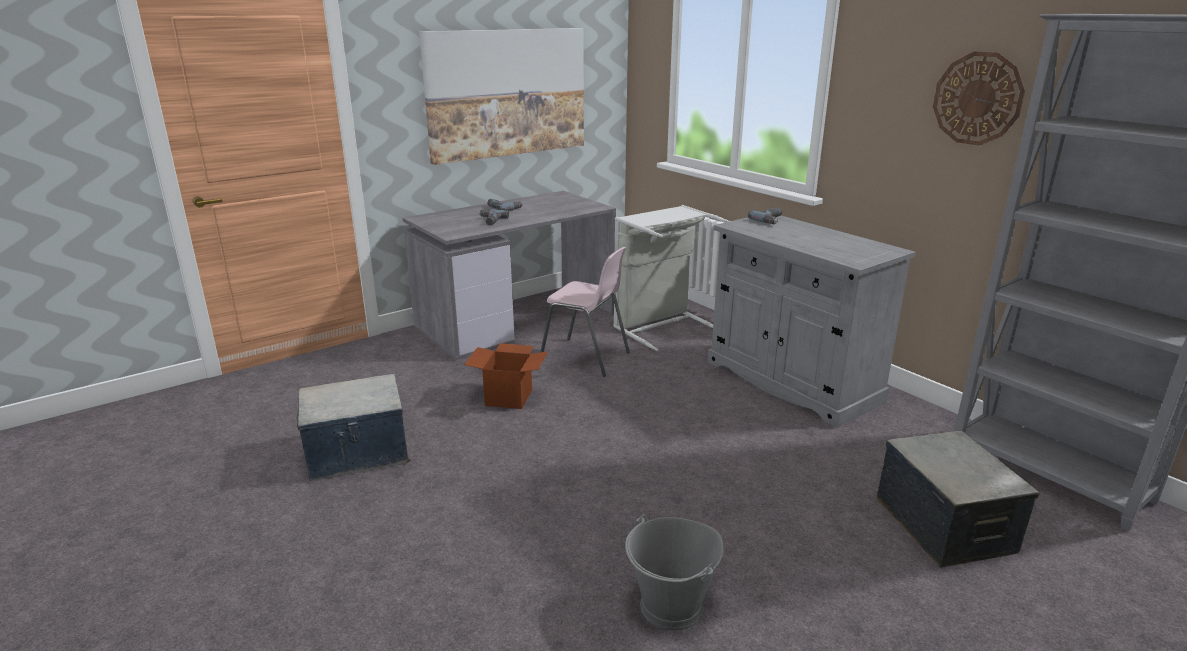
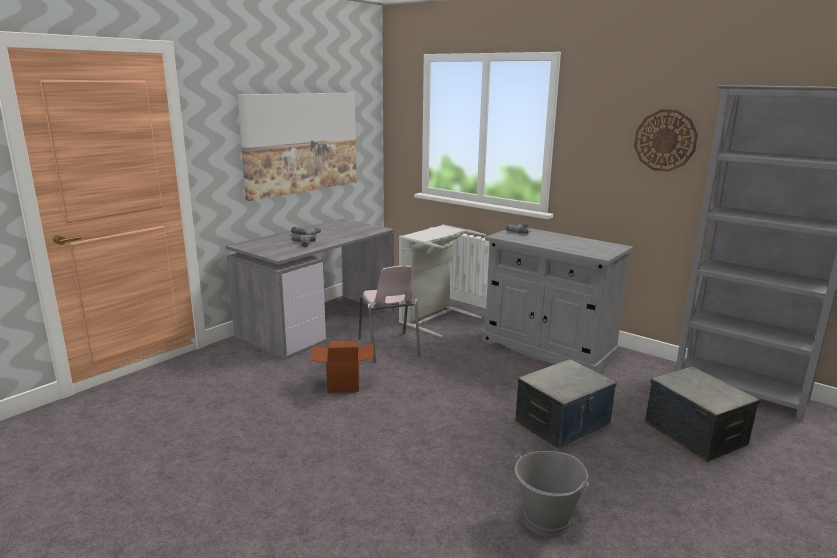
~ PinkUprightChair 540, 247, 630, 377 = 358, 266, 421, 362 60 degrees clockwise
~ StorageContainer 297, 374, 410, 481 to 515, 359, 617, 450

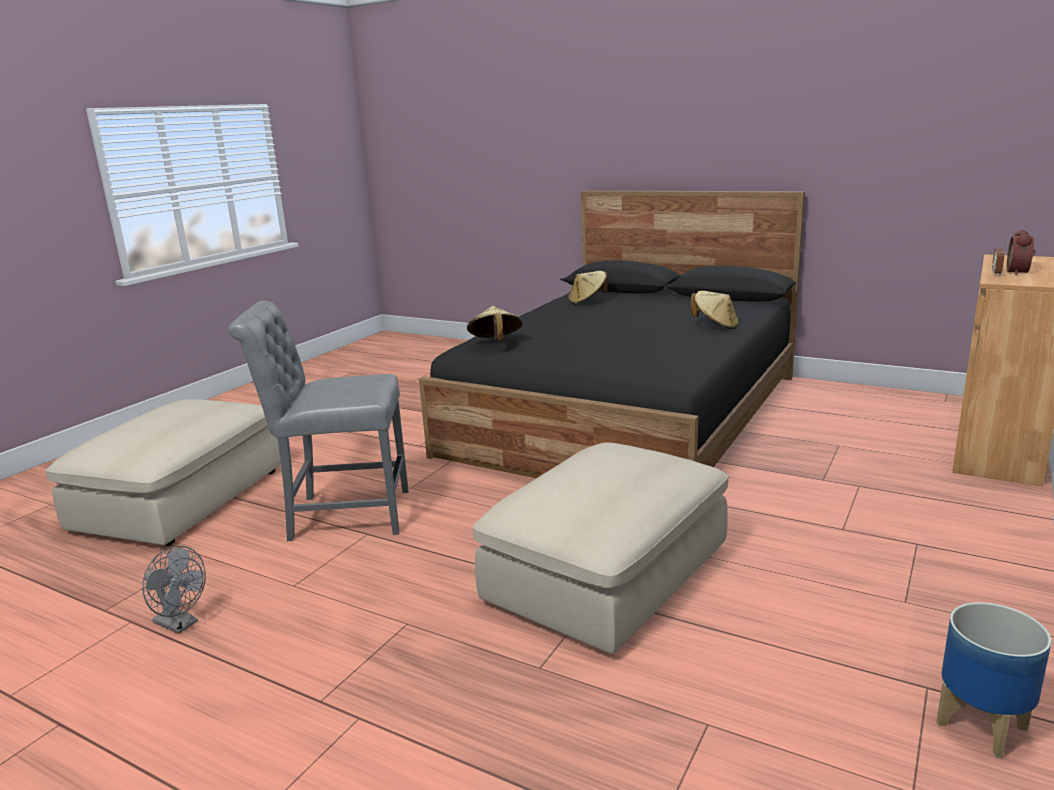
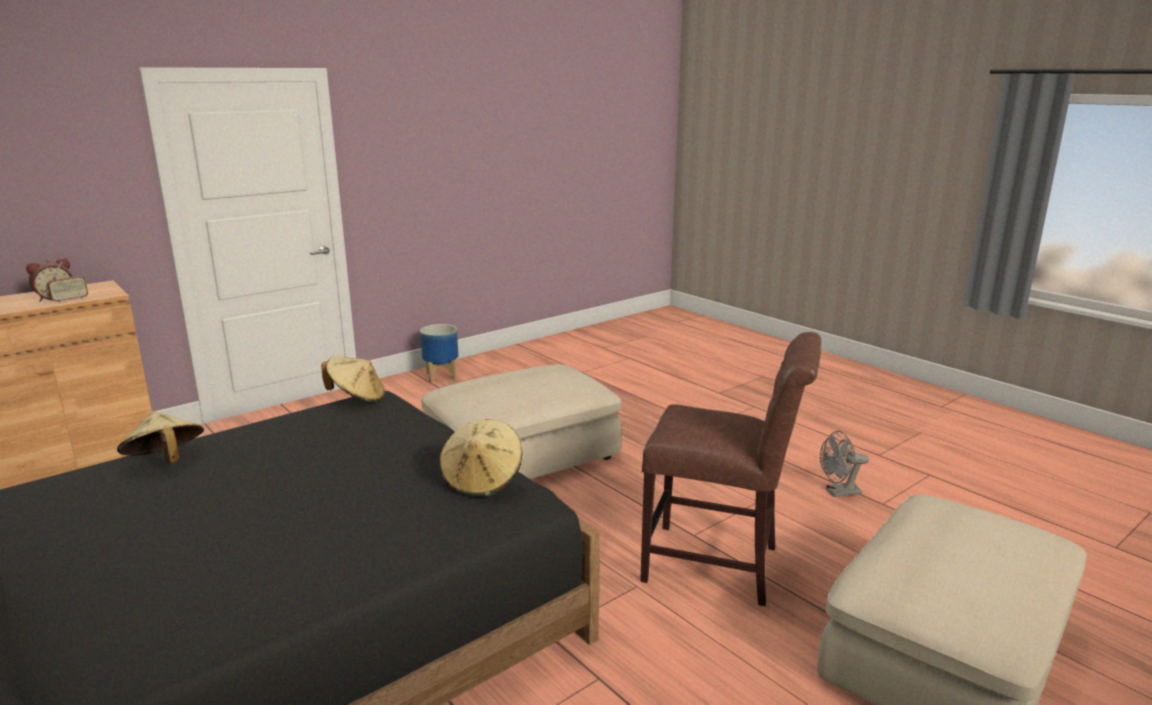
~ BeigeColouredClothingHat 568, 271, 608, 305 to 321, 356, 385, 402
~ GreyUprightChair 228, 301, 409, 541 to BrownUprightChair 640, 332, 821, 606
~ GreyElectricFan 143, 546, 206, 634 = 820, 431, 869, 497 60 degrees counterclockwise

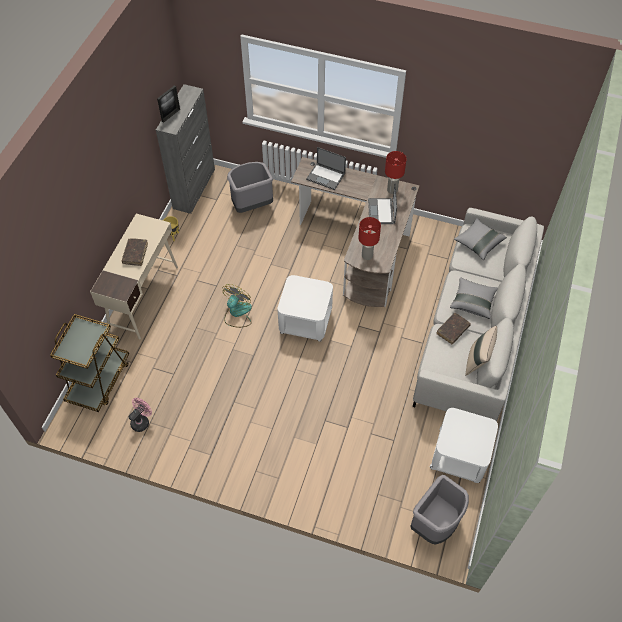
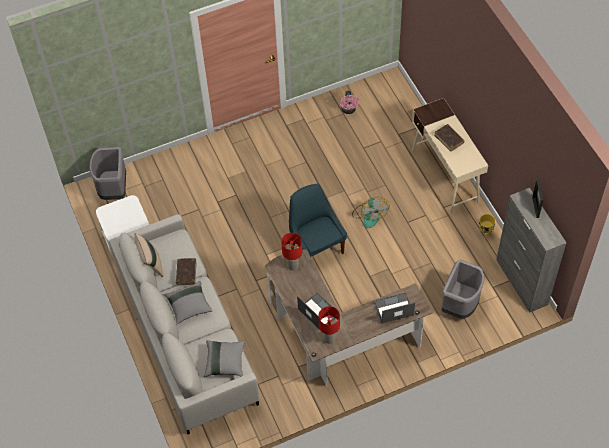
~ WhiteColouredAccentTable 277, 275, 333, 341 to BlueColouredUprightChair 289, 184, 347, 257
- BrownWheeledCart 50, 314, 129, 412

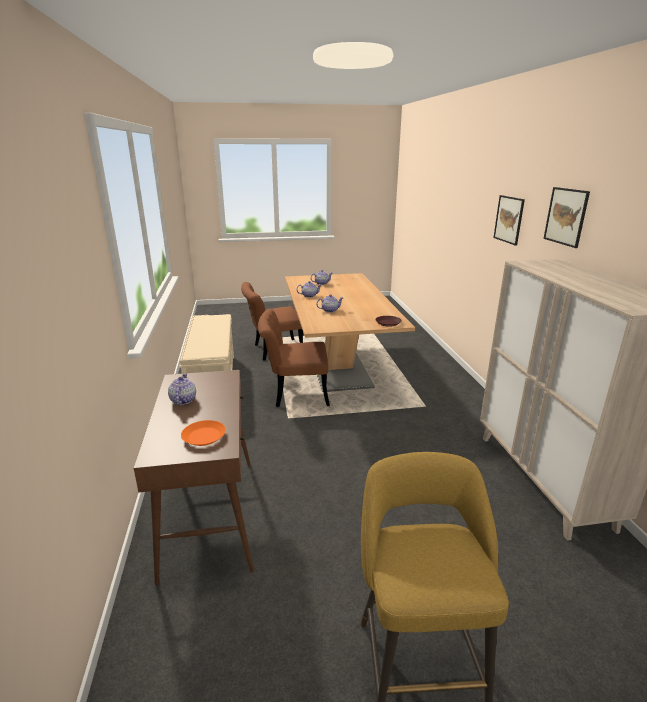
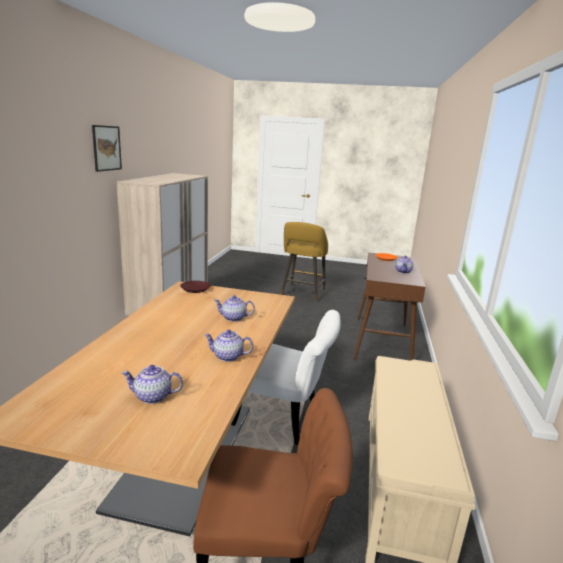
- WallPicture 493, 195, 525, 246
~ BrownUprightChair 258, 309, 330, 407 to WhiteColouredUprightChair 231, 310, 341, 445

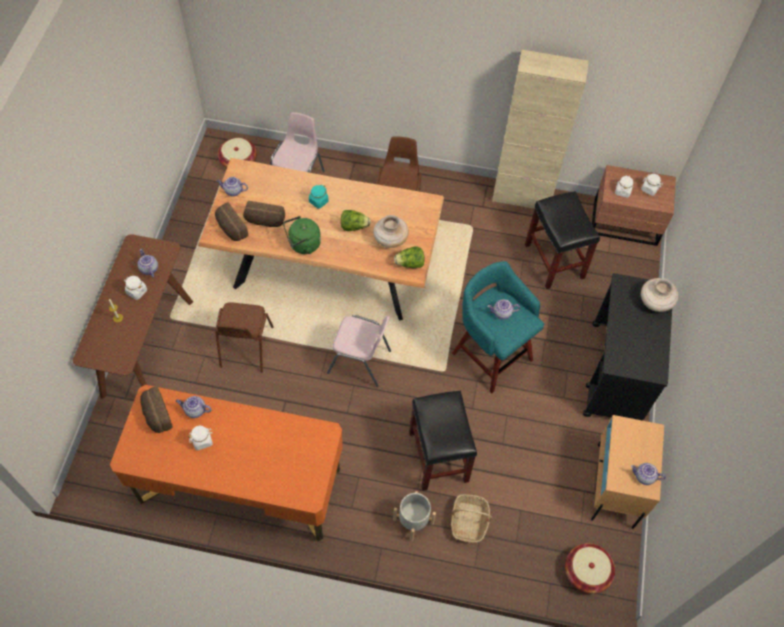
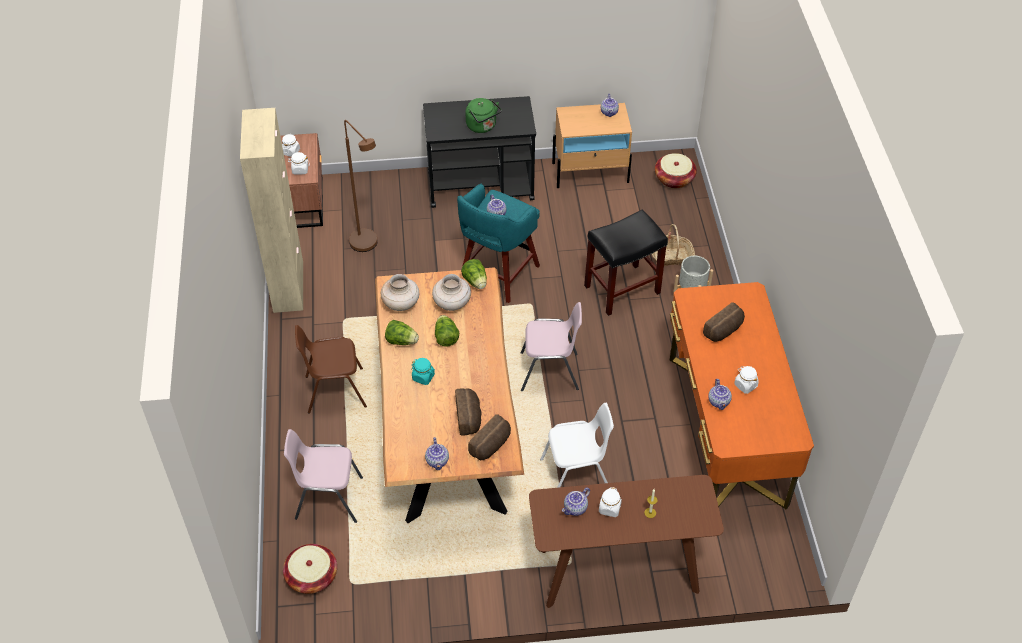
~ BlackColouredStool 525, 191, 600, 289 to BrownStandardLamp 344, 120, 378, 252
~ GreenColouredKettle 283, 216, 321, 254 to 465, 98, 502, 133
~ BeigeColouredFlowerVase 641, 278, 678, 312 to 381, 274, 419, 311
~ BrownUprightChair 215, 302, 274, 372 to WhiteColouredUprightChair 540, 403, 614, 488
~ PinkUprightChair 327, 315, 391, 387 = 521, 302, 582, 391 90 degrees clockwise
~ Bread 140, 386, 173, 433 to 703, 302, 745, 342
+ Lettuce 385, 320, 419, 345

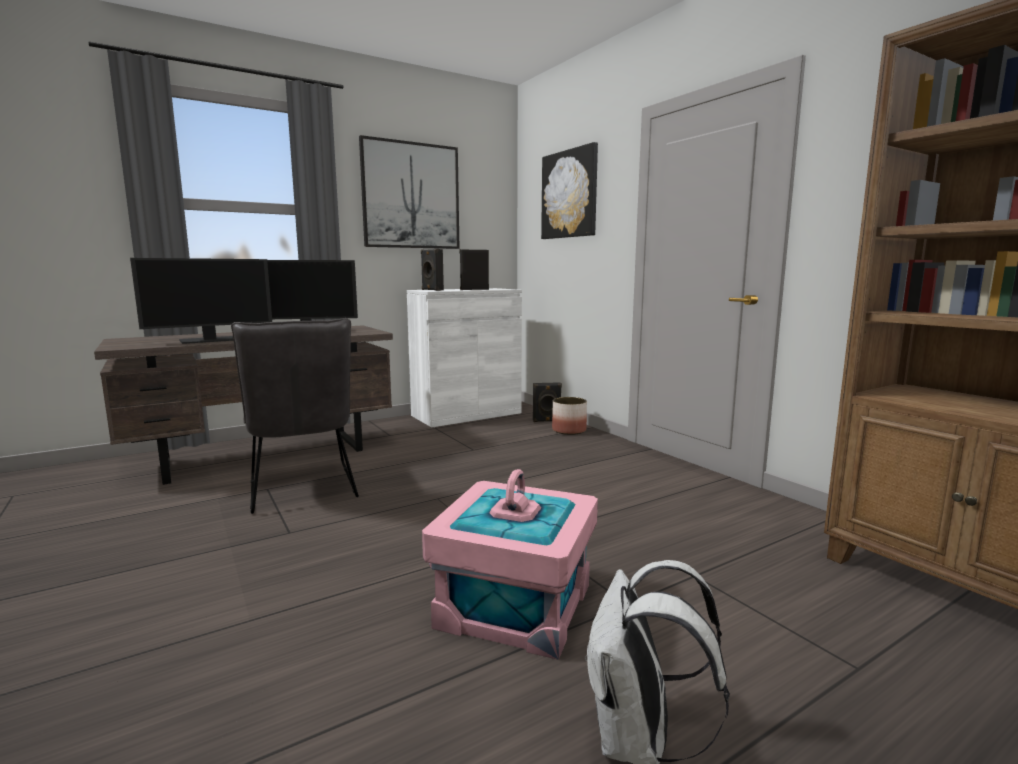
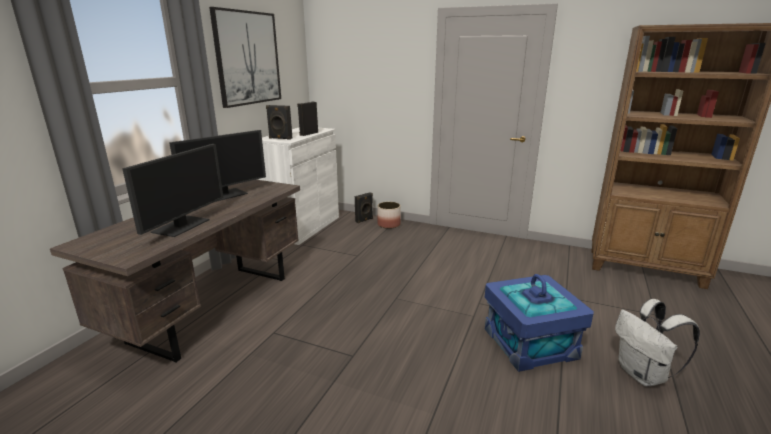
- WallPicture 541, 142, 598, 239
- GreyUprightChair 231, 318, 359, 514
~ PinkStorageContainer 422, 469, 598, 660 to BlueColouredStorageContainer 485, 274, 594, 372

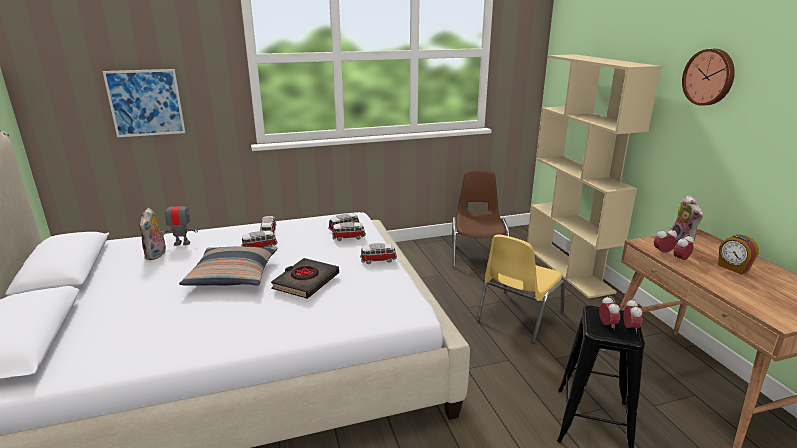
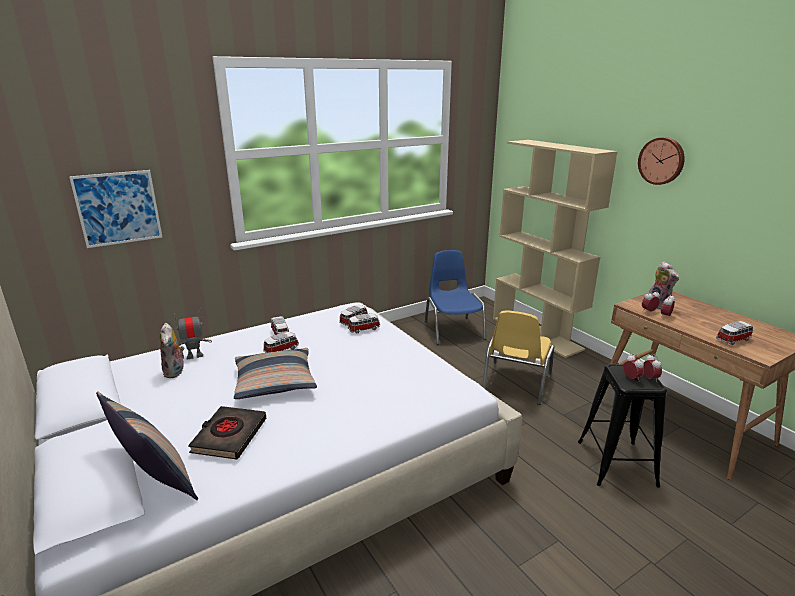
~ BrownUprightChair 452, 170, 510, 267 to BlueColouredUprightChair 425, 250, 486, 345
- TableClock 718, 234, 759, 274
~ ModelCar 360, 243, 397, 264 to 716, 321, 753, 345
~ BlackColouredBoundBook 271, 258, 339, 299 to 188, 406, 266, 460
+ Cushion 96, 391, 198, 500

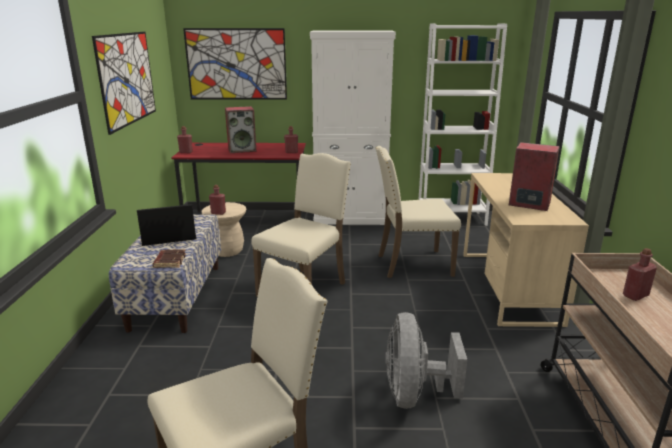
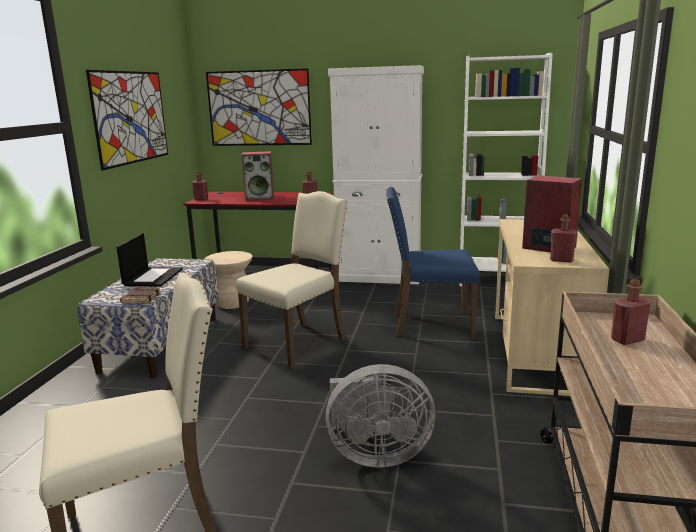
~ BeigeColouredUprightChair 375, 146, 461, 278 to BlueColouredUprightChair 386, 187, 480, 339
~ ReddishDrinkBottle 209, 185, 226, 215 to 550, 215, 577, 263
~ NotebookComputer 137, 204, 196, 246 = 116, 233, 183, 287 105 degrees clockwise
~ GreyElectricFan 385, 312, 467, 409 = 325, 364, 435, 467 105 degrees counterclockwise

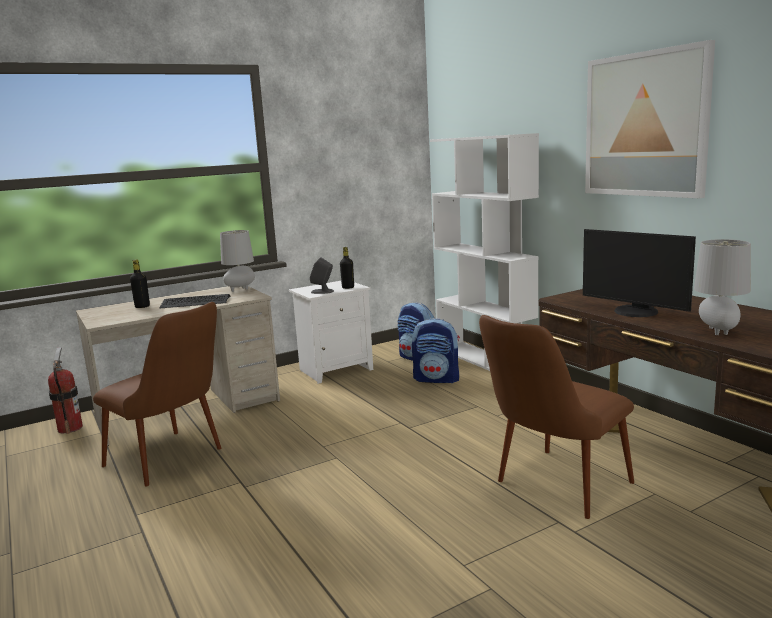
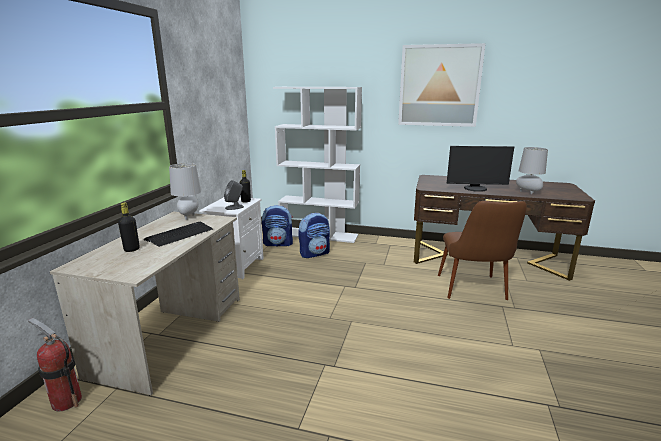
- BrownUprightChair 93, 302, 221, 486

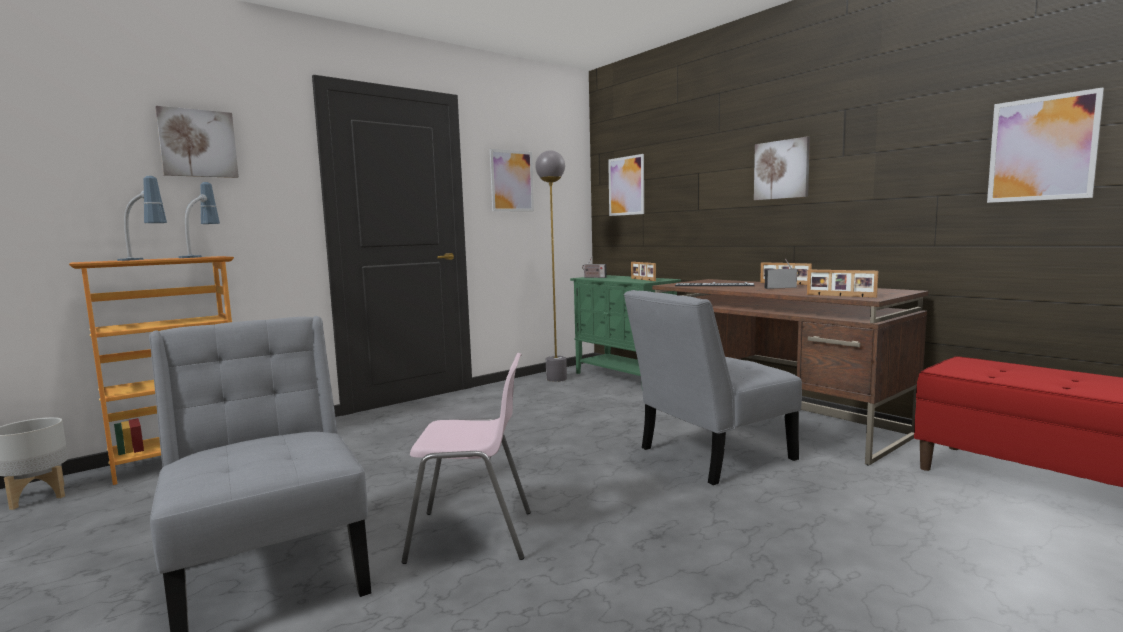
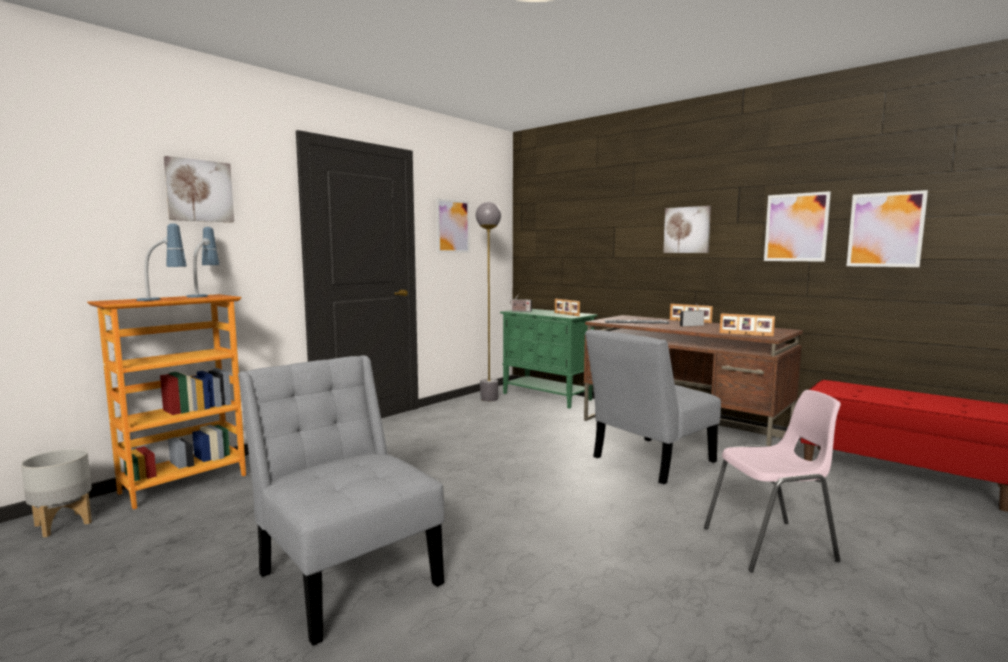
~ WallPicture 608, 154, 644, 216 to 764, 191, 831, 262
~ PinkUprightChair 401, 353, 531, 564 to 704, 390, 841, 573

